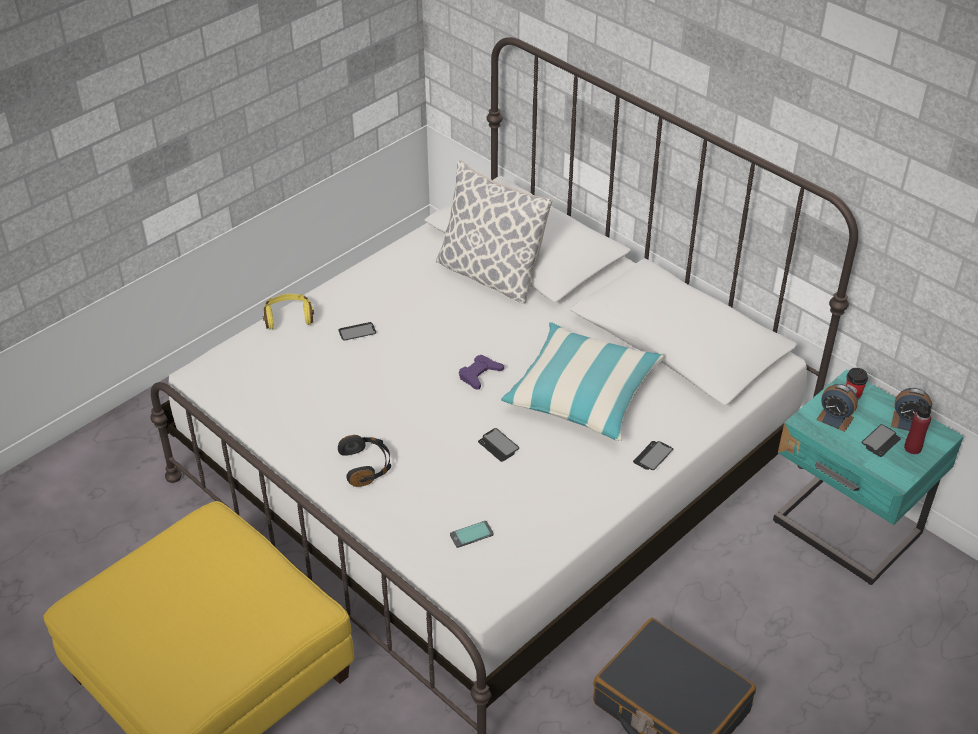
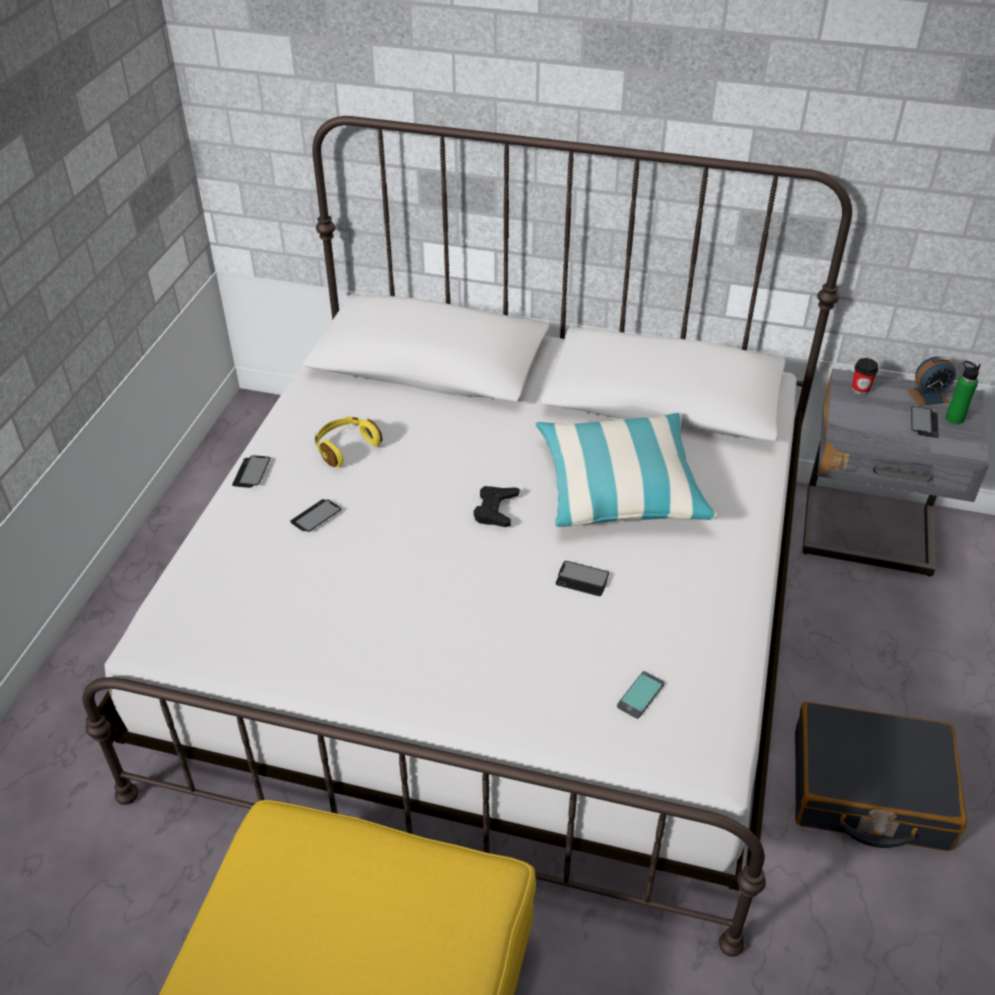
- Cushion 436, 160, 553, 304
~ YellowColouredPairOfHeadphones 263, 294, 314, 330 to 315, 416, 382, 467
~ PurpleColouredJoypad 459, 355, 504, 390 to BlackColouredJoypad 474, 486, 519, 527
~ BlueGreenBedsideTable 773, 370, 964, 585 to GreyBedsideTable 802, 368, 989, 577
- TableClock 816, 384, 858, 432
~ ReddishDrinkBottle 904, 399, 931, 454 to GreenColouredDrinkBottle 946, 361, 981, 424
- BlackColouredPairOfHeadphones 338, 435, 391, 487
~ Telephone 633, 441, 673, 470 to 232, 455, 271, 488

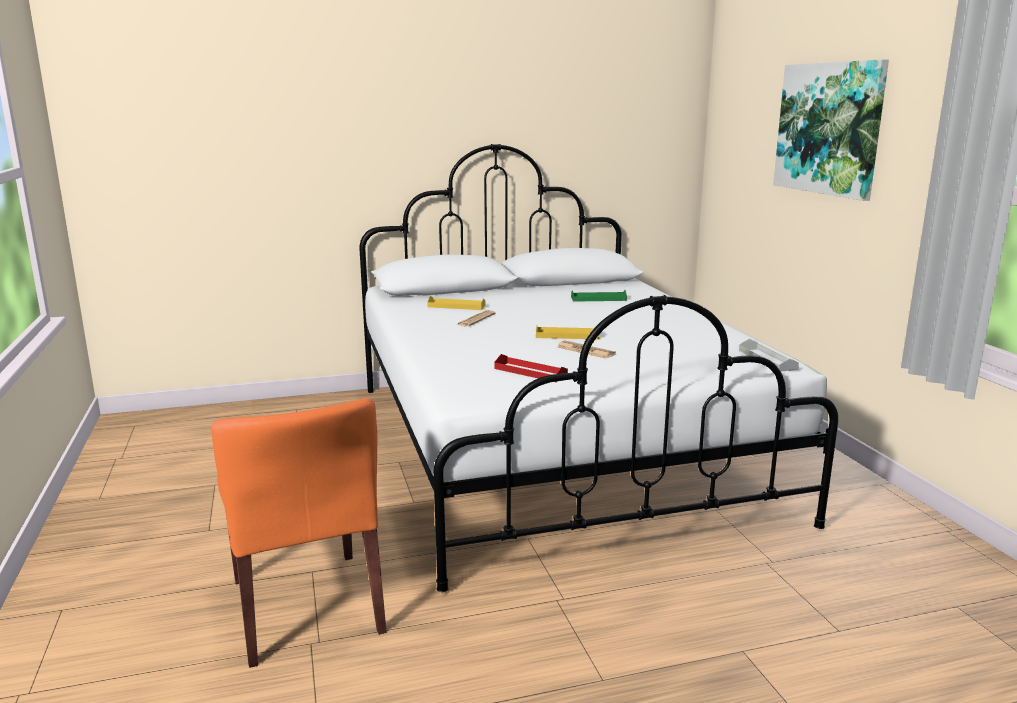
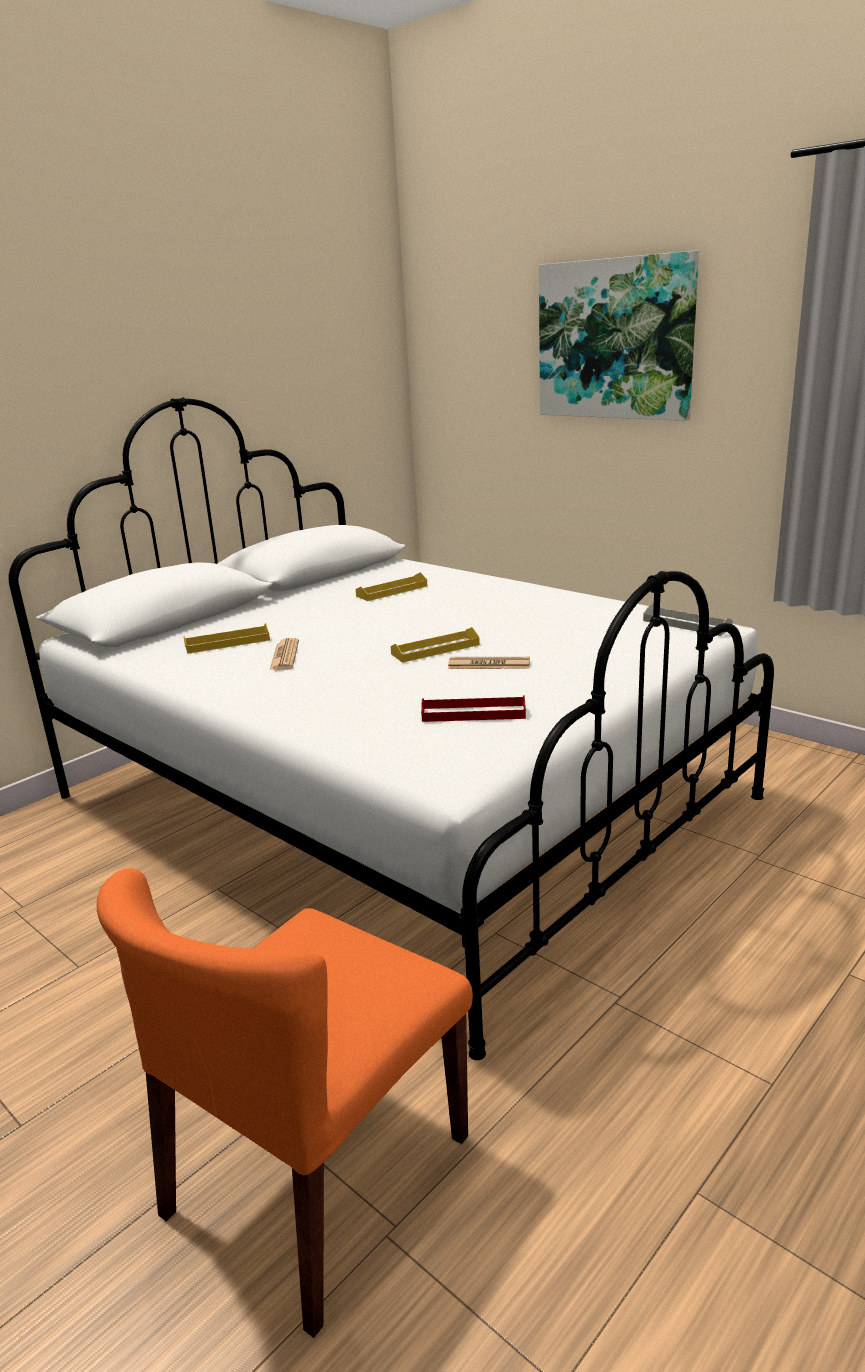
~ GreenColouredCarryingTray 571, 290, 627, 302 to YellowColouredCarryingTray 356, 572, 428, 601
~ OrangeUprightChair 211, 398, 387, 668 = 97, 868, 473, 1338 90 degrees clockwise

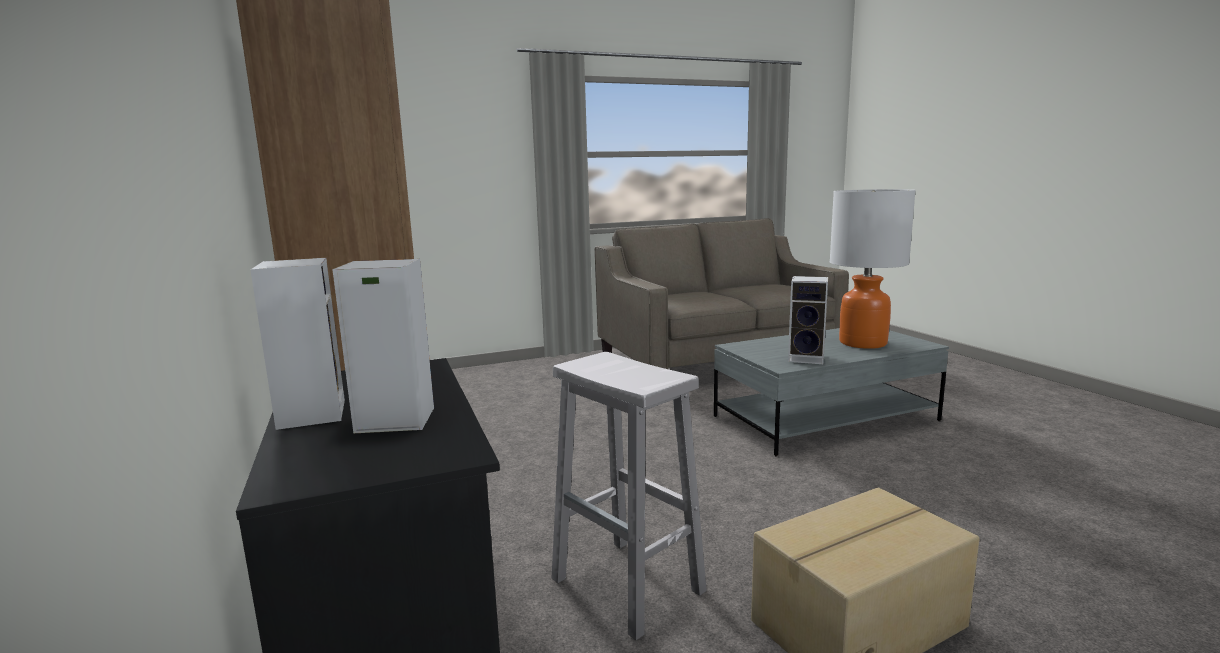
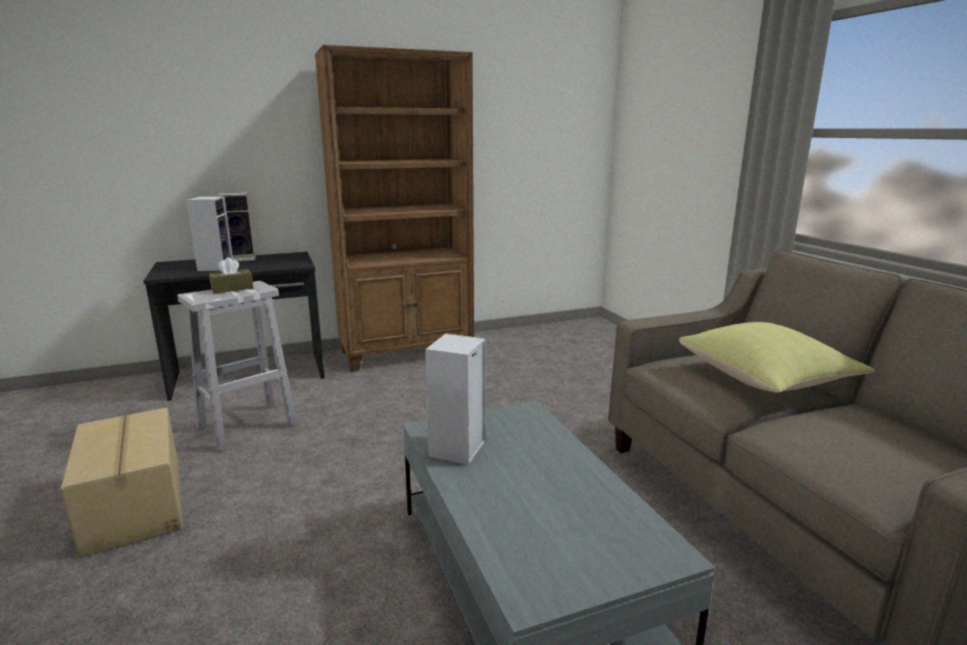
- TabletopLamp 830, 189, 916, 349
+ BrownBoxOfTissues 209, 257, 253, 293
+ YellowColouredCushion 679, 322, 875, 393

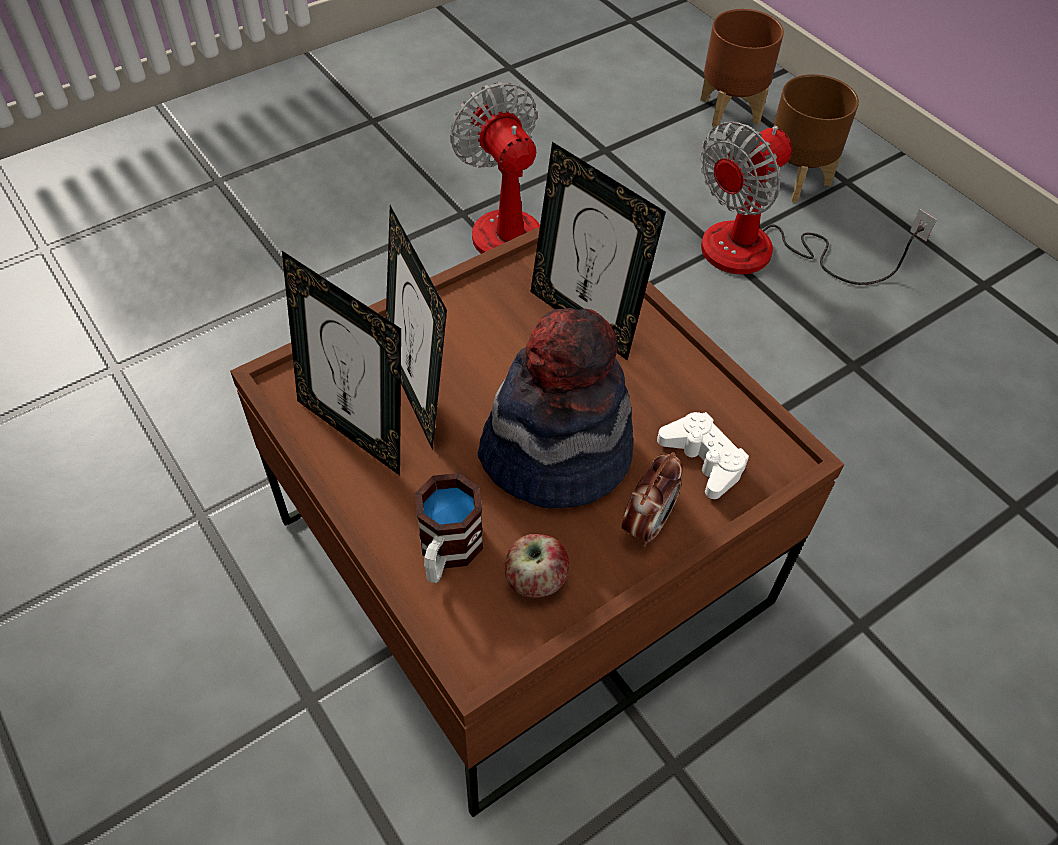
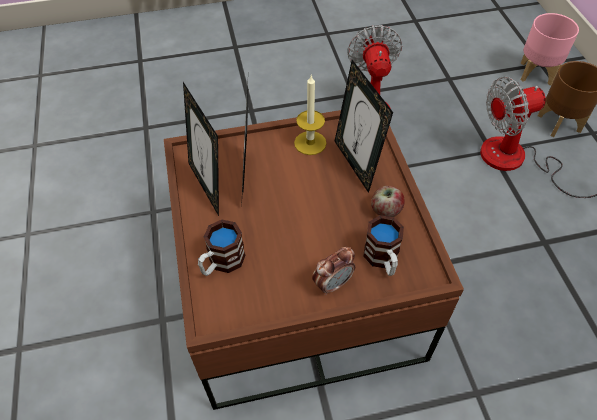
~ BrownFlowerPot 700, 9, 784, 127 to PinkFlowerPot 521, 13, 579, 86
- ClothingHat 478, 308, 633, 508
~ WhiteColouredJoypad 657, 412, 749, 499 to TeaMug 363, 215, 404, 276
~ Apple 505, 534, 569, 598 to 371, 186, 405, 217
+ Candle 294, 74, 327, 155

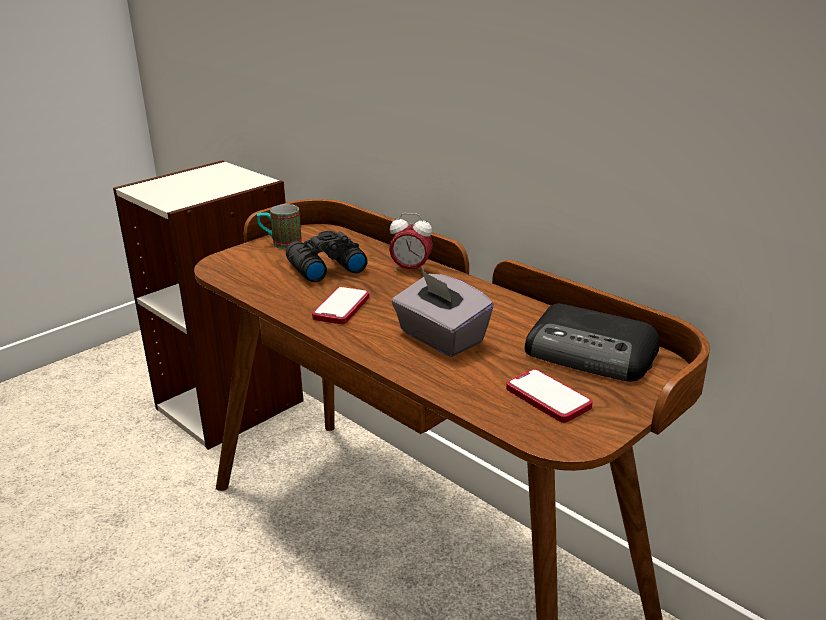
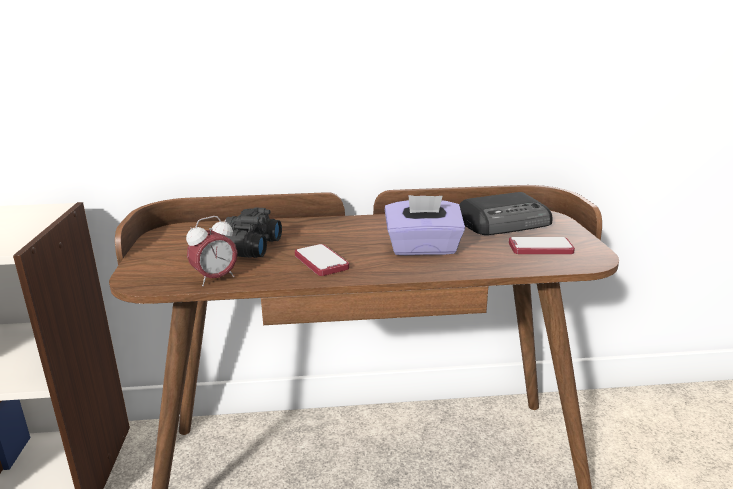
- TeaMug 257, 204, 302, 249
~ TableClock 389, 213, 433, 272 to 186, 216, 237, 286
~ GreyBoxOfTissues 392, 270, 494, 357 to PurpleColouredBoxOfTissues 385, 195, 465, 255

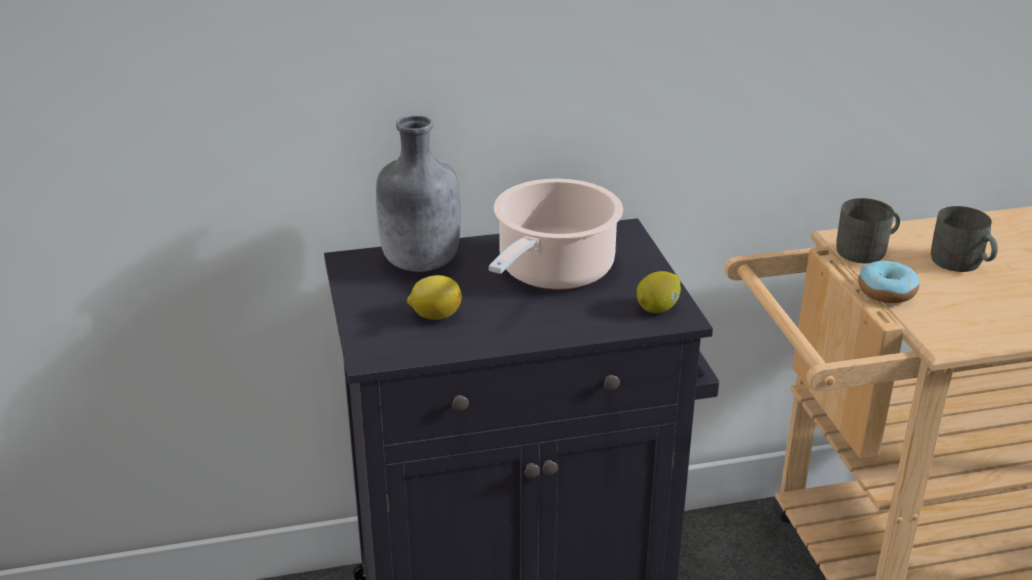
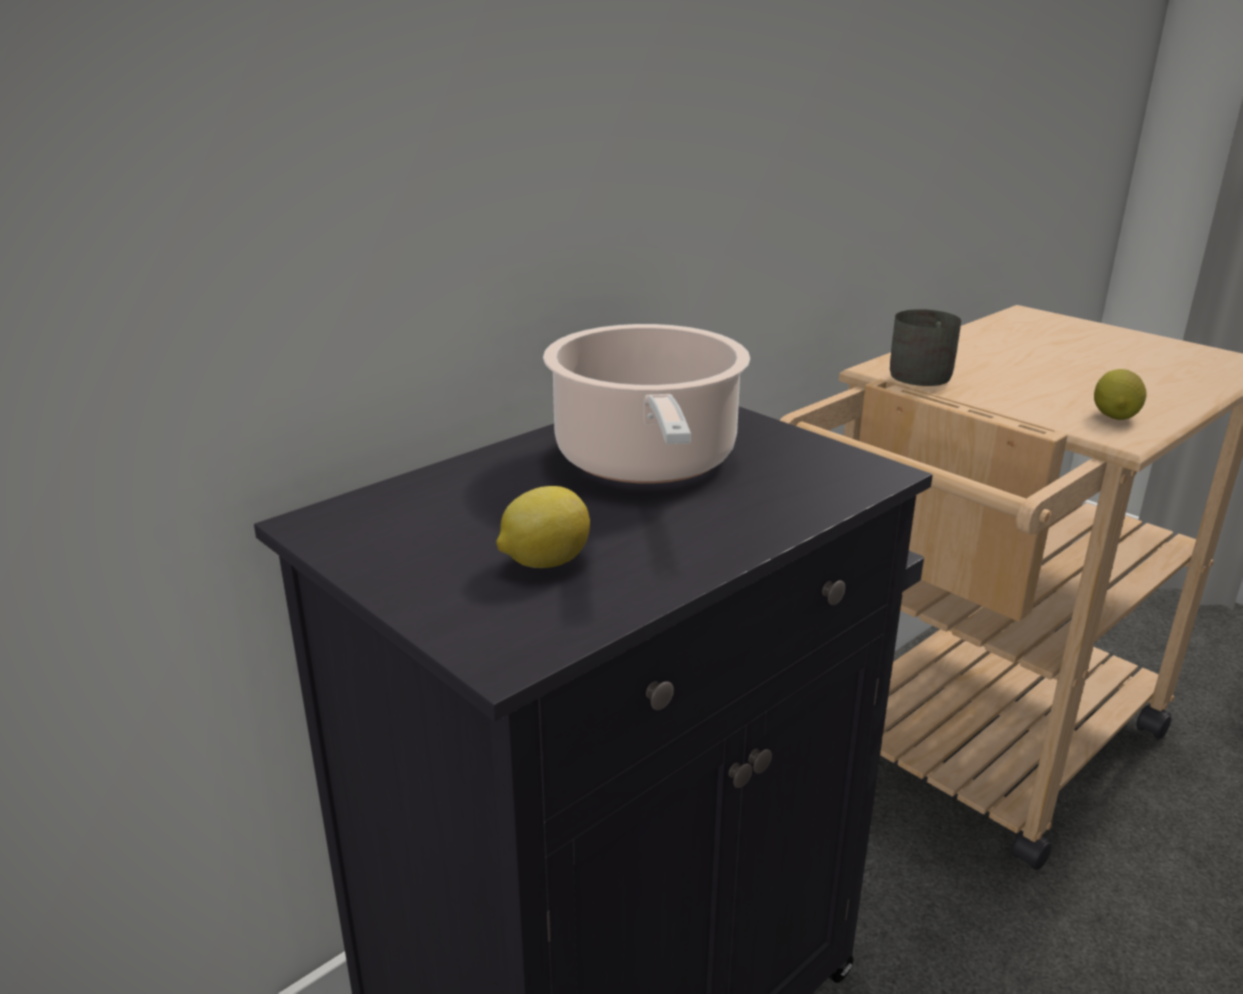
- GreyDrinkBottle 376, 115, 461, 272
- GreyTeaMug 931, 206, 998, 272
- RingDoughnut 858, 260, 919, 303
~ WholeLemon 637, 271, 681, 313 to 1094, 369, 1146, 420

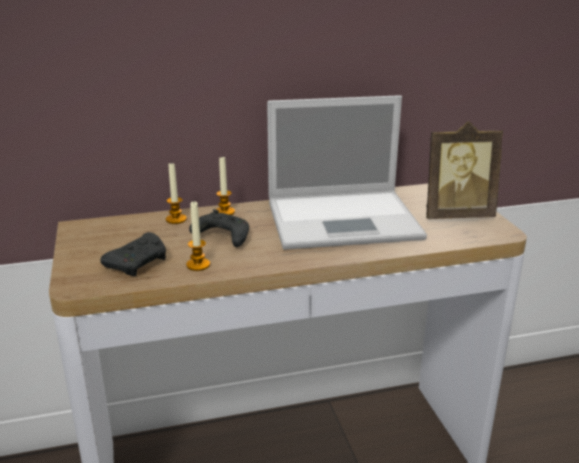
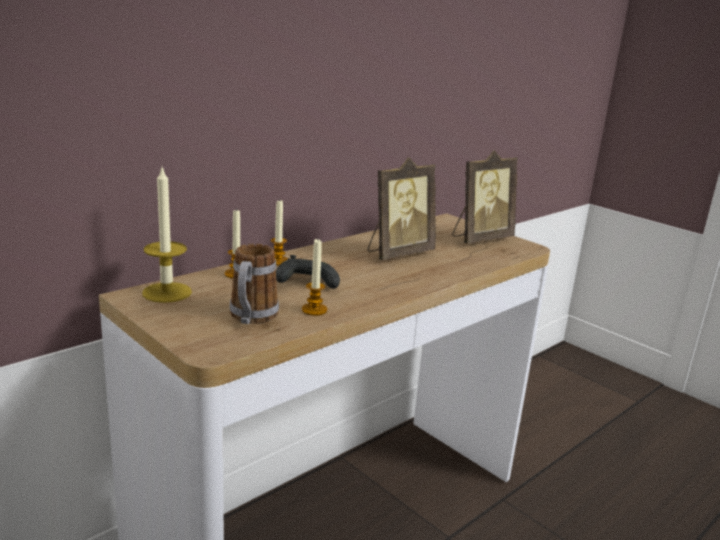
~ NotebookComputer 267, 95, 427, 250 to PictureFrame 367, 157, 436, 260
~ BlackColouredJoypad 100, 232, 166, 276 to TeaMug 229, 244, 279, 324
+ Candle 142, 168, 192, 303

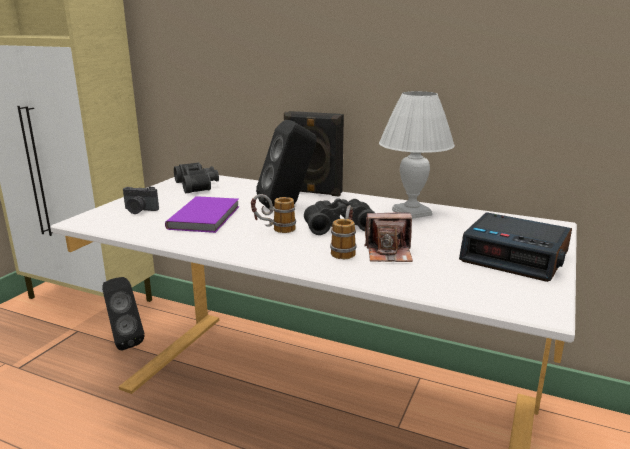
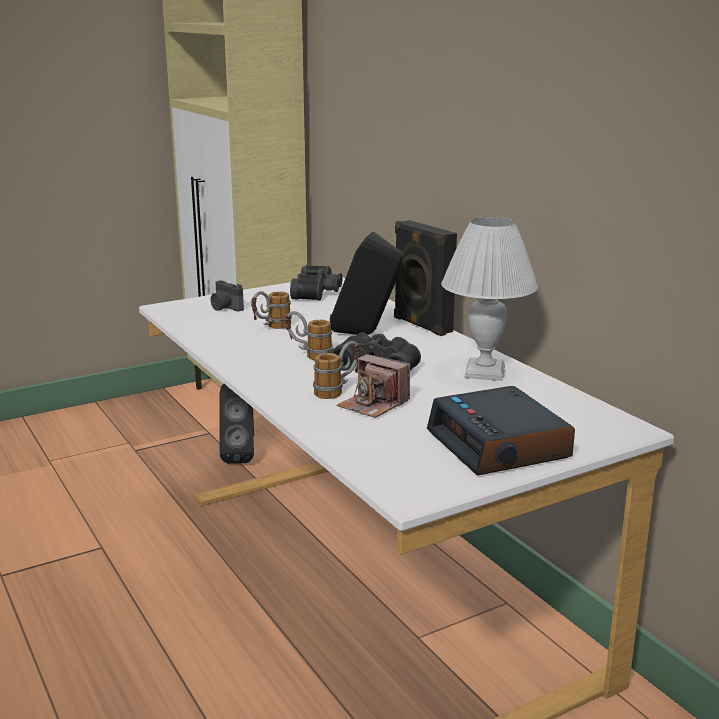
~ PurpleColouredBoundBook 165, 196, 240, 233 to TeaMug 251, 291, 292, 329

